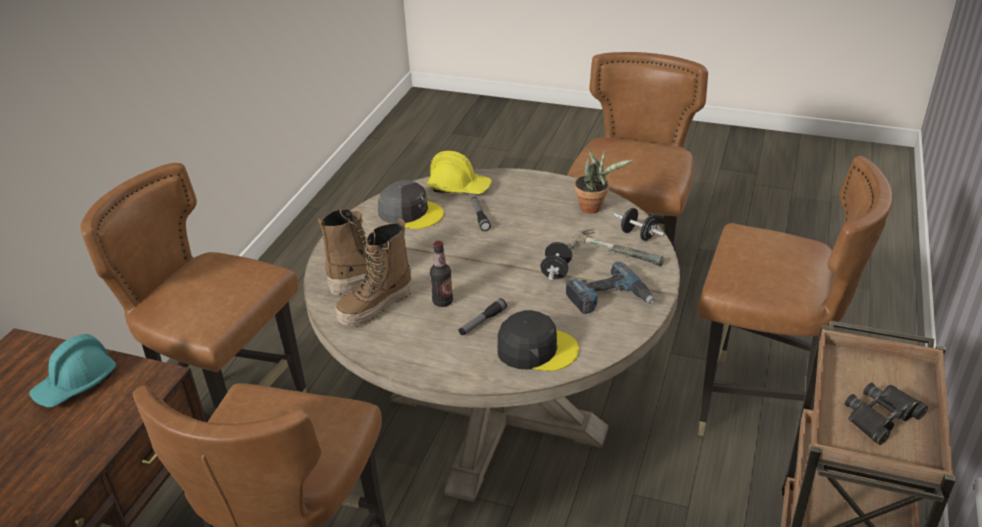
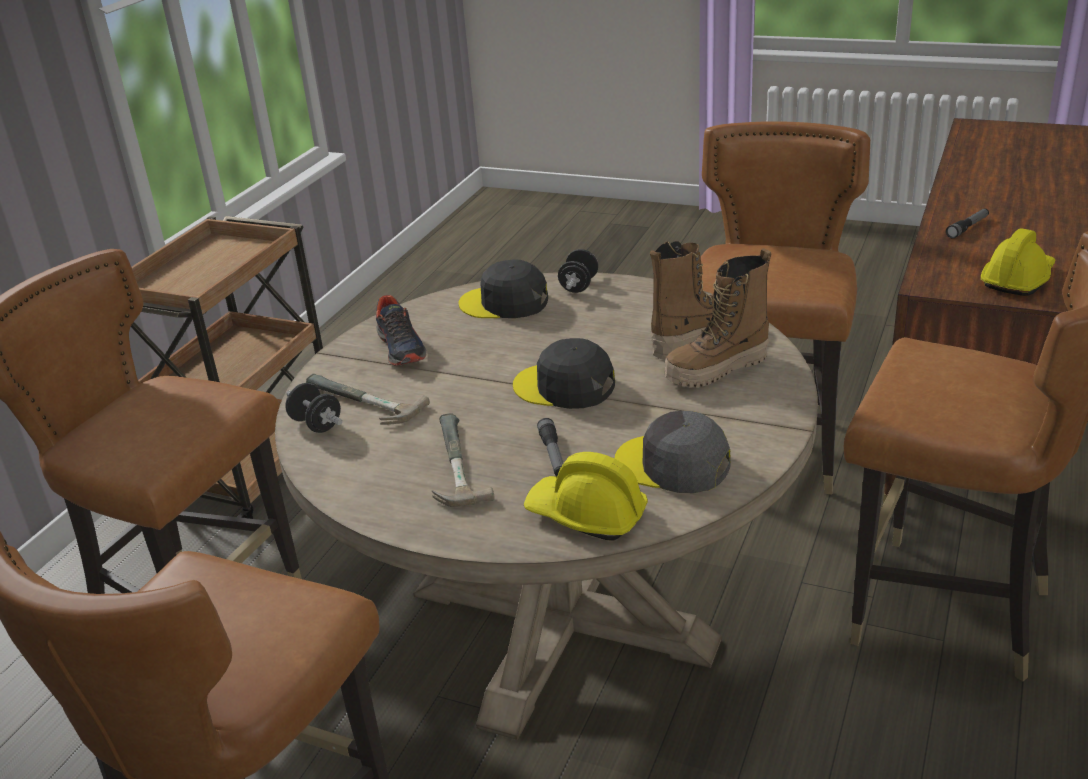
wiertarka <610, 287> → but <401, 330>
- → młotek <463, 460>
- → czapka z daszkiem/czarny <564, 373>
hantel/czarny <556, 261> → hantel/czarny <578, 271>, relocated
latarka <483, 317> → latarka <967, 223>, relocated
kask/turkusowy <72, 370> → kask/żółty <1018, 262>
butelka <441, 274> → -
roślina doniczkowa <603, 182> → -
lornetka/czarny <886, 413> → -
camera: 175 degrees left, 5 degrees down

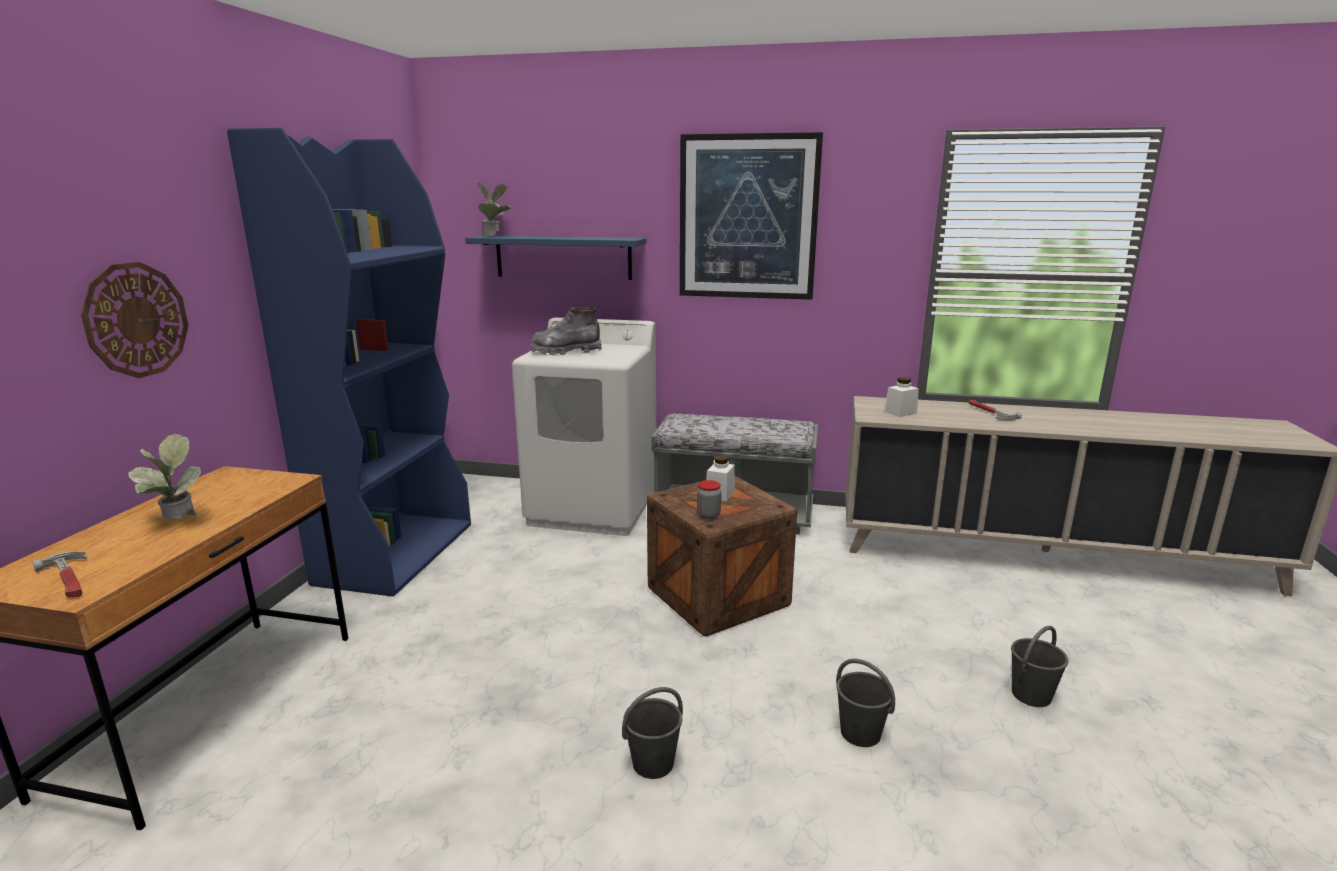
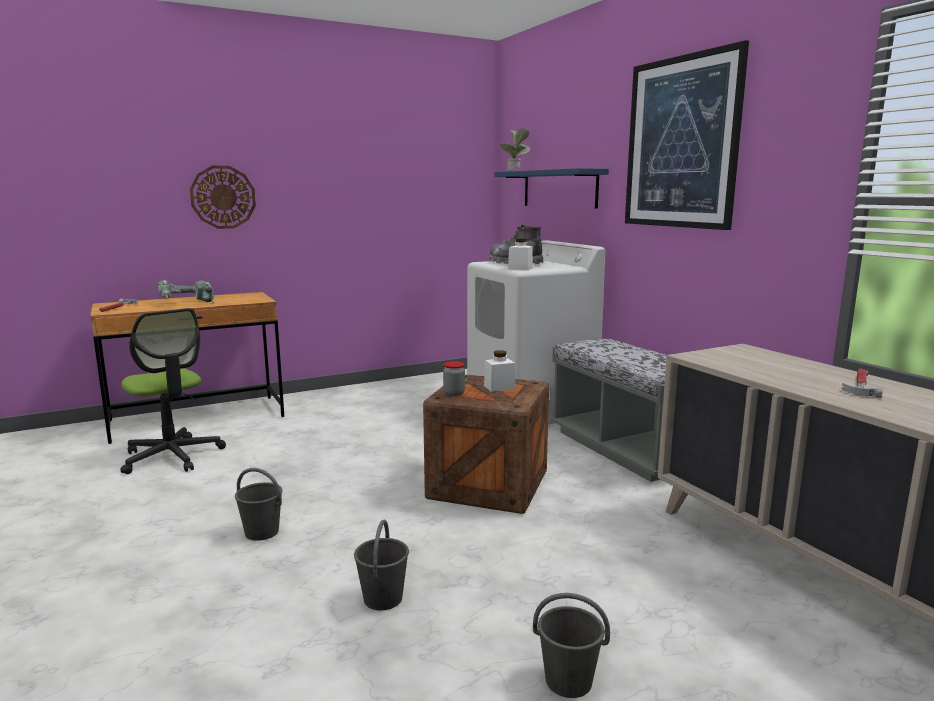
- → krzesło biurowe <173, 391>
roślina doniczkowa <165, 477> → wiertarka <186, 291>
słoik/biały <901, 397> → słoik/biały <520, 254>, relocated
regał/niebieski <349, 362> → -
camera: 50 degrees right, 5 degrees down

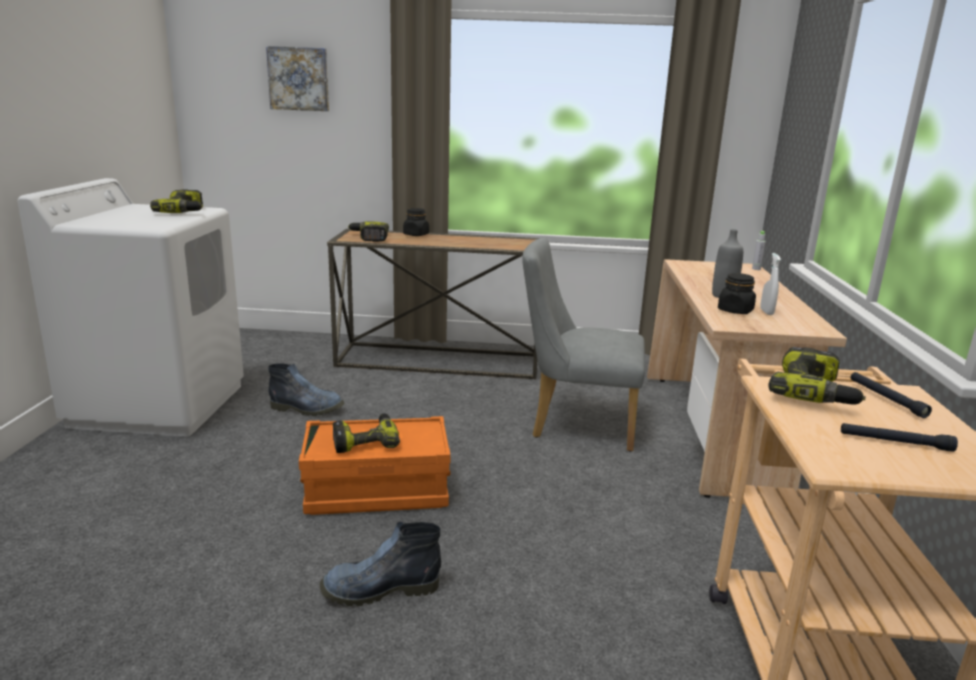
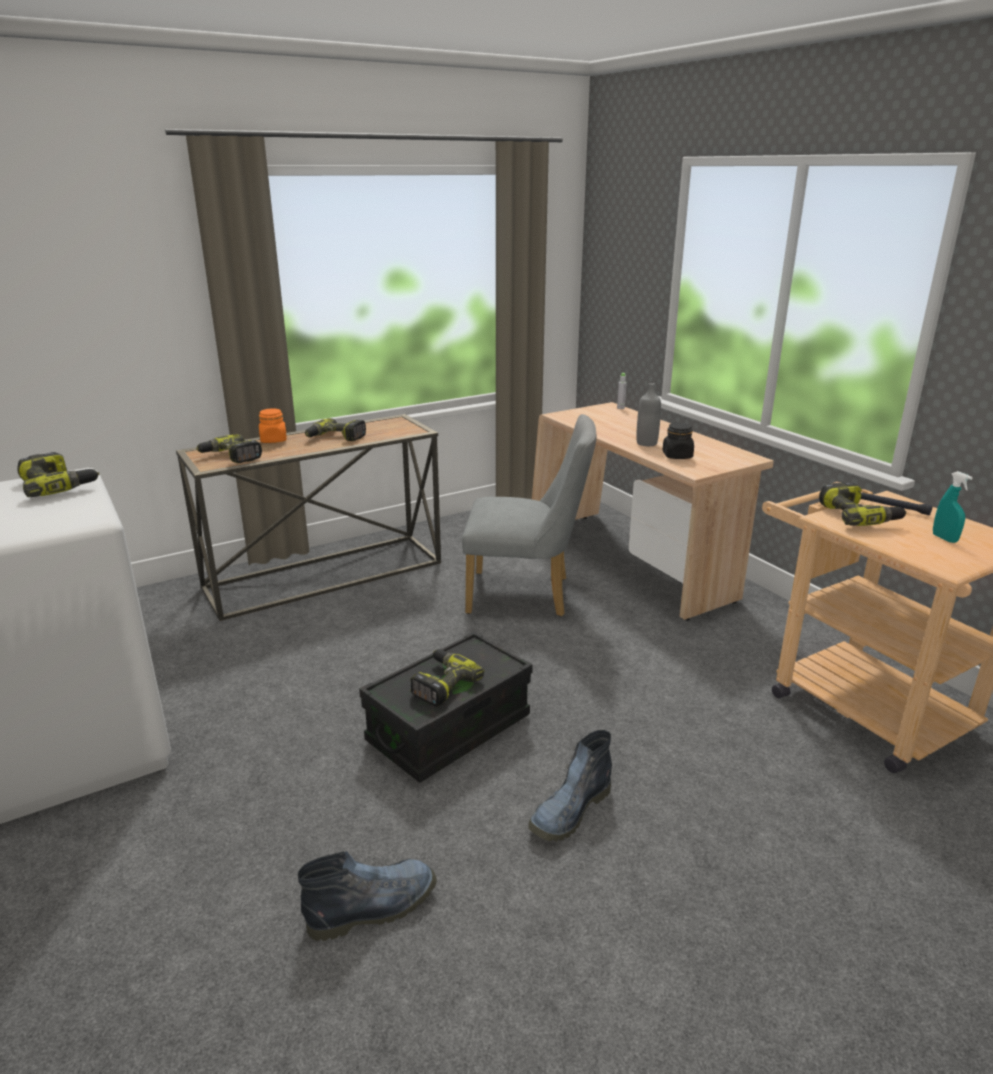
słoik/czarny <416, 222> → słoik/pomarańczowy <273, 425>
but z cholewką <306, 389> → but z cholewką <367, 896>, relocated
- → wiertarka <335, 429>
pojemnik do przechowywania/pomarańczowy <375, 465> → pojemnik do przechowywania/czarny <446, 707>
krzesło/szary <583, 344> → krzesło/szary <529, 515>, 150 degrees counterclockwise
latarka/czarny <899, 437> → spryskiwacz/turkusowy <953, 507>
obraz <297, 78> → -
spryskiwacz/biały <770, 284> → -
camera: 35 degrees left, 5 degrees up

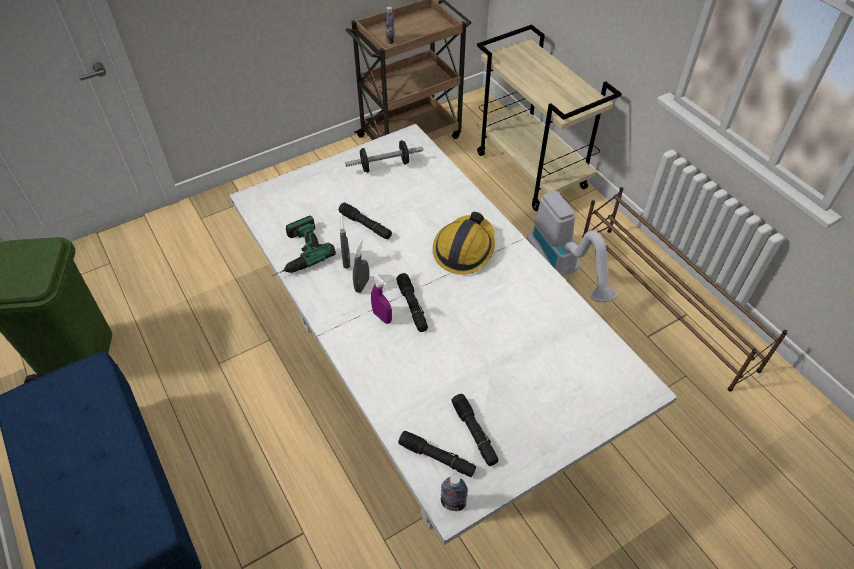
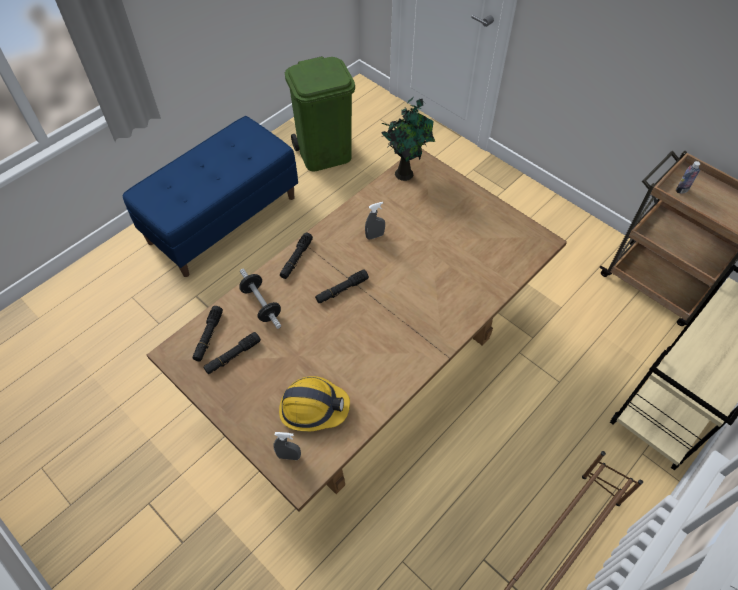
stół jadalny/biały <453, 334> → stół jadalny/brązowy <357, 330>
hantel <384, 156> → hantel <260, 299>, relocated
spryskiwacz/szary <361, 266> → spryskiwacz/szary <287, 446>, relocated
kask <464, 243> → kask <314, 404>, relocated
latarka/czarny <365, 221> → latarka/czarny <296, 255>, relocated
- → roślina doniczkowa <408, 139>
wiertarka <304, 245> → -
spryskiwacz/fioletowy <381, 299> → -
butelka <454, 492> → -
odkurzacz <571, 246> → -
camera: 75 degrees right, 5 degrees up

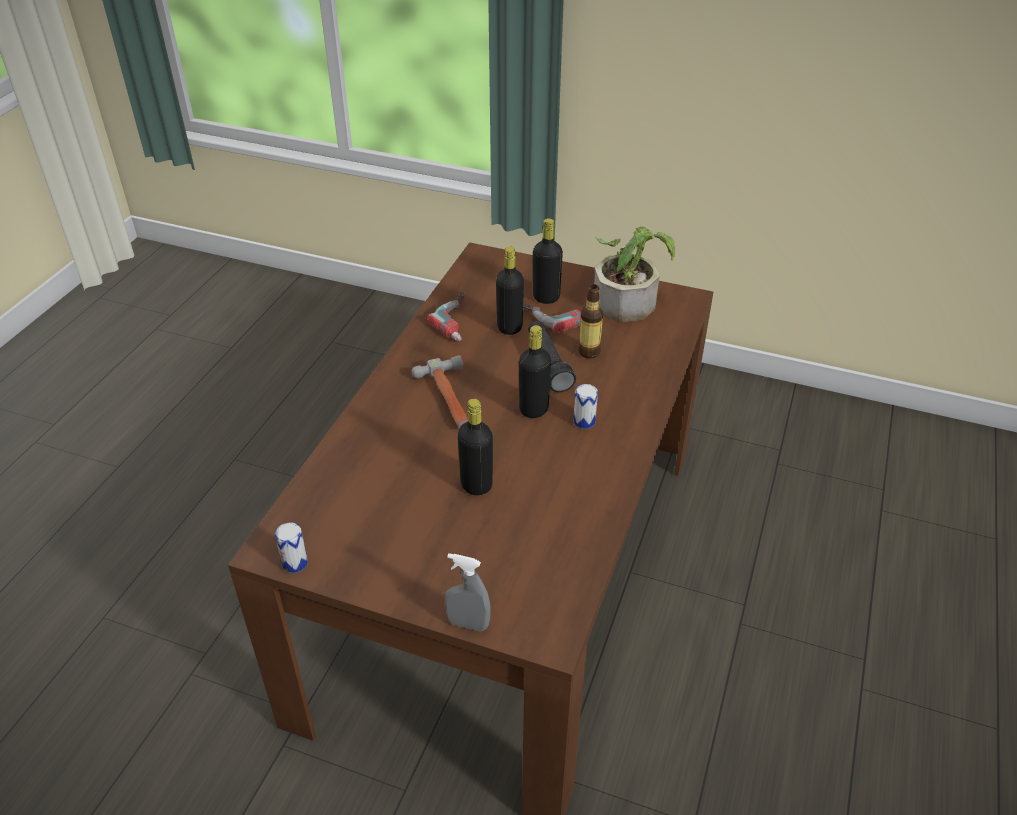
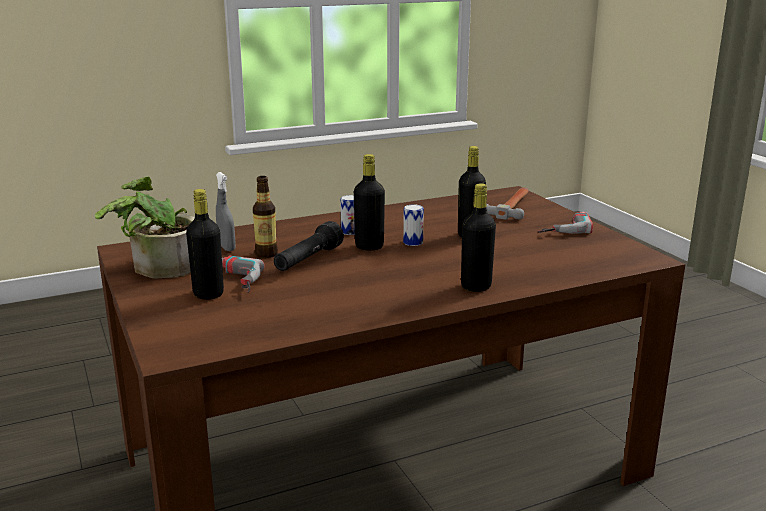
spryskiwacz/szary <468, 592> → spryskiwacz/szary <225, 211>, relocated
puszka <291, 547> → puszka <413, 225>, relocated
butelka/czarny <510, 291> → butelka/czarny <478, 237>, relocated
młotek <440, 392> → młotek <507, 203>, relocated
wiertarka <446, 316> → wiertarka <565, 222>, relocated
camera: 135 degrees left, 20 degrees down

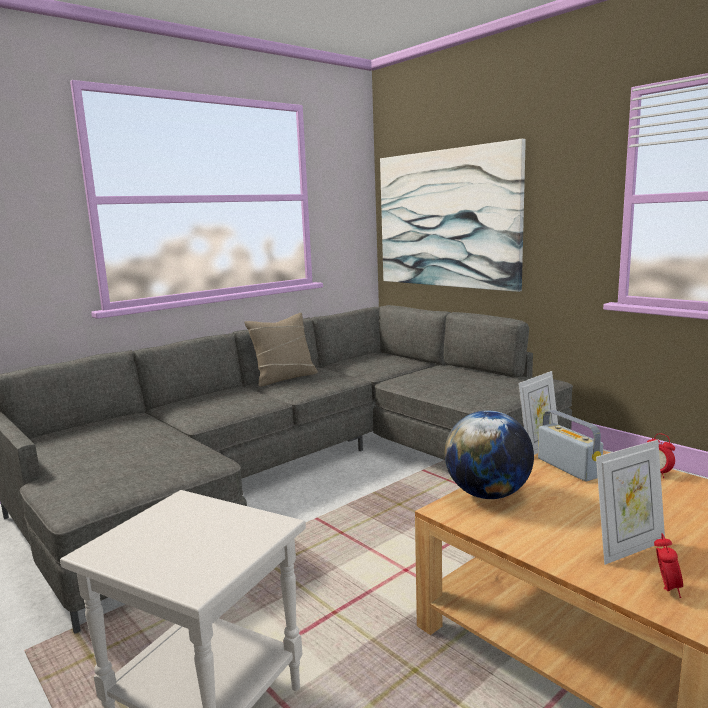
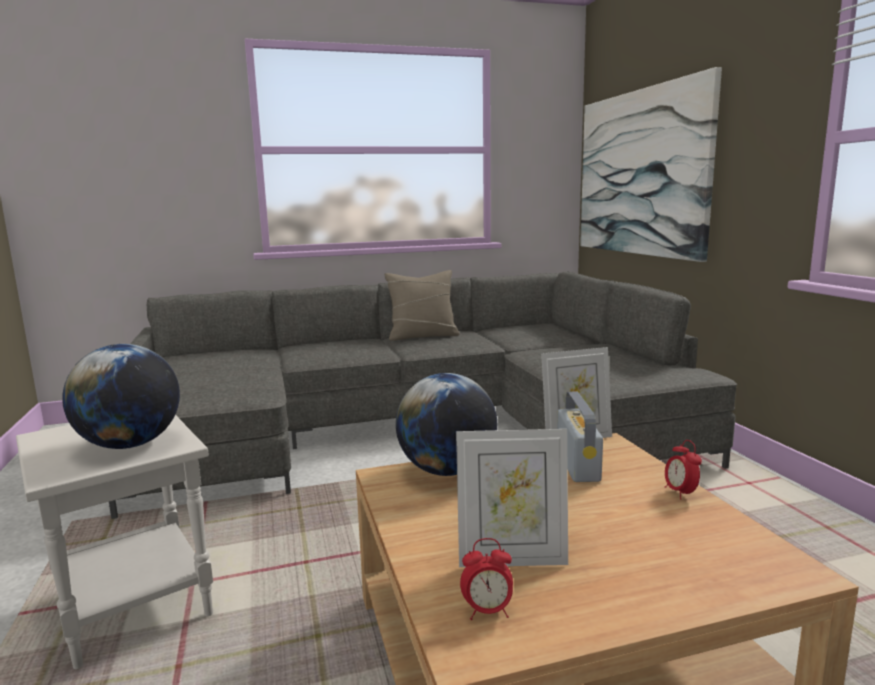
- → globus <121, 396>
budzik <668, 565> → budzik <486, 579>, 45 degrees clockwise
camera: 25 degrees right, 0 degrees up

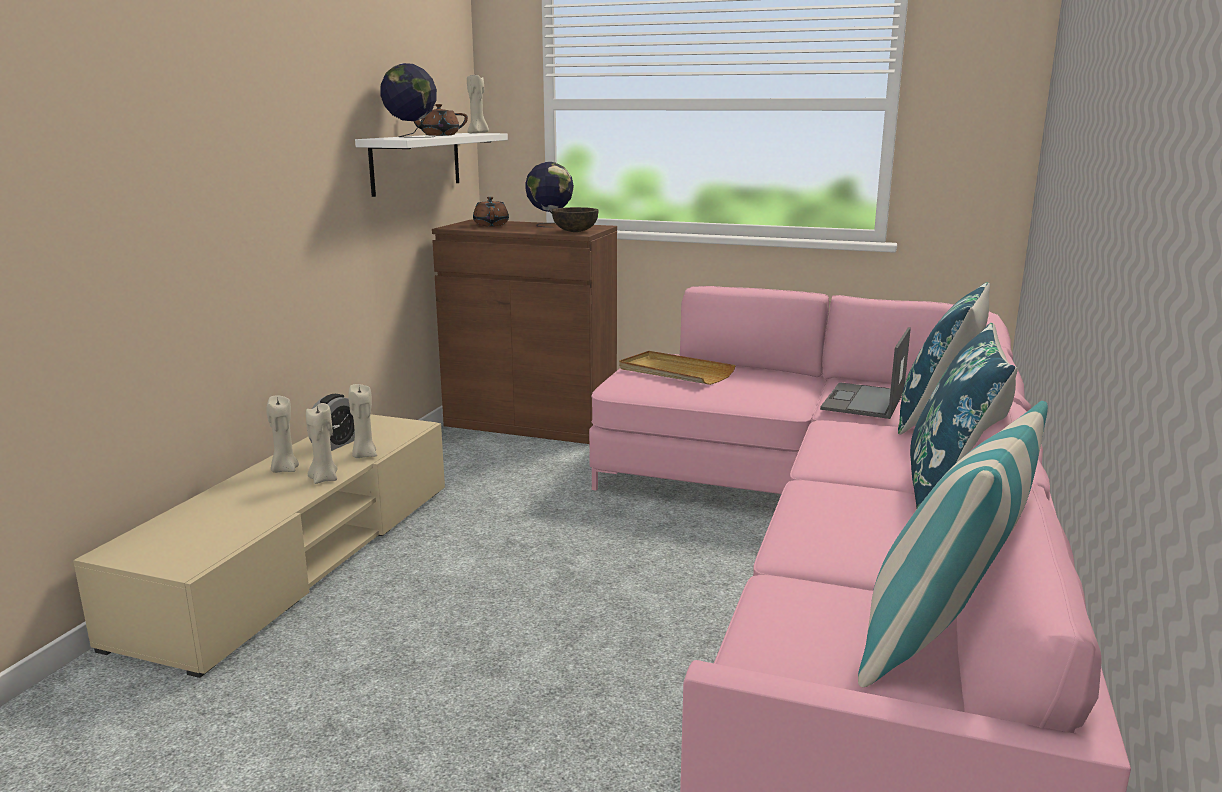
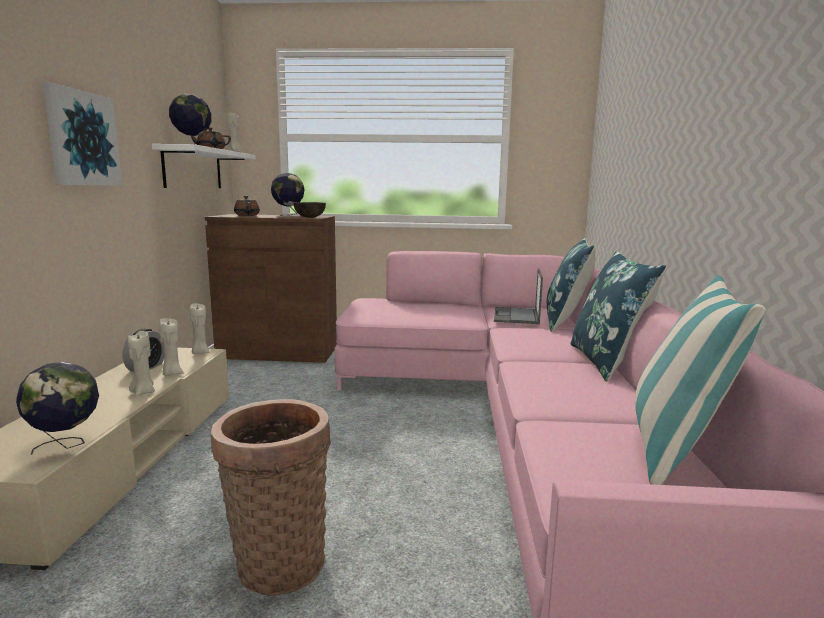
- → globus <57, 408>
- → obraz <82, 134>
świeca/beżowy <282, 434> → świeca/beżowy <199, 329>, relocated
- → koszyk <271, 497>
taca/beżowy <677, 368> → -
camera: 15 degrees left, 5 degrees down

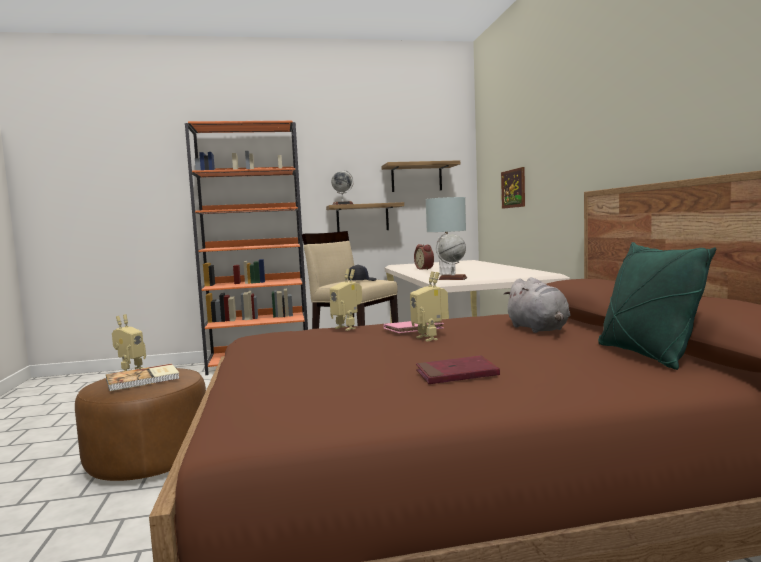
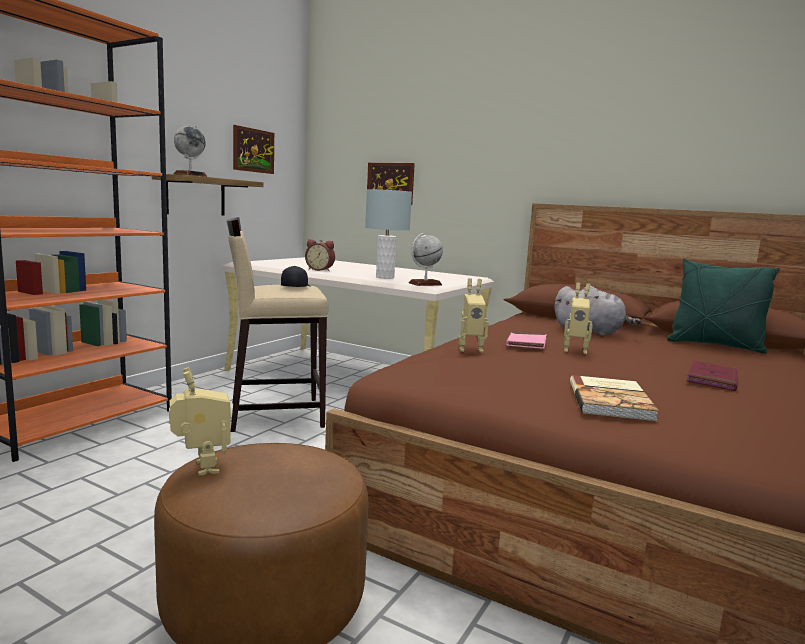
półka <420, 176> → obraz <253, 149>
książka <143, 377> → książka <614, 398>, relocated
camera: 50 degrees left, 5 degrees up

